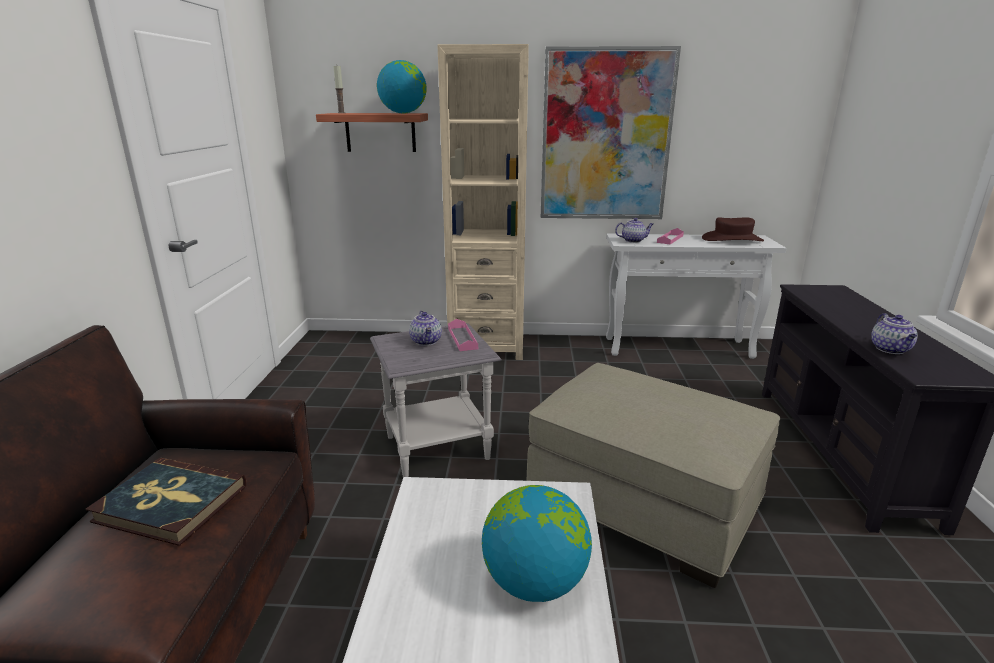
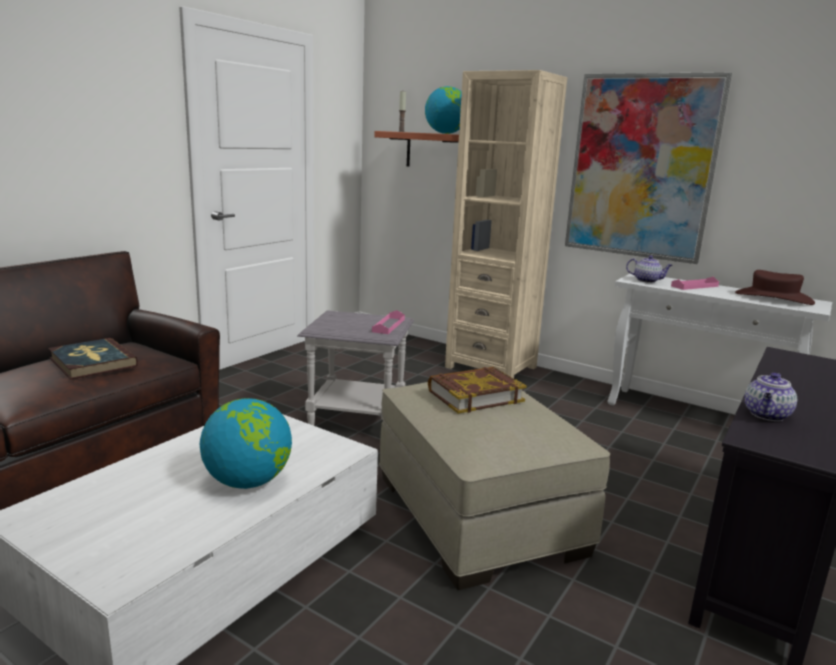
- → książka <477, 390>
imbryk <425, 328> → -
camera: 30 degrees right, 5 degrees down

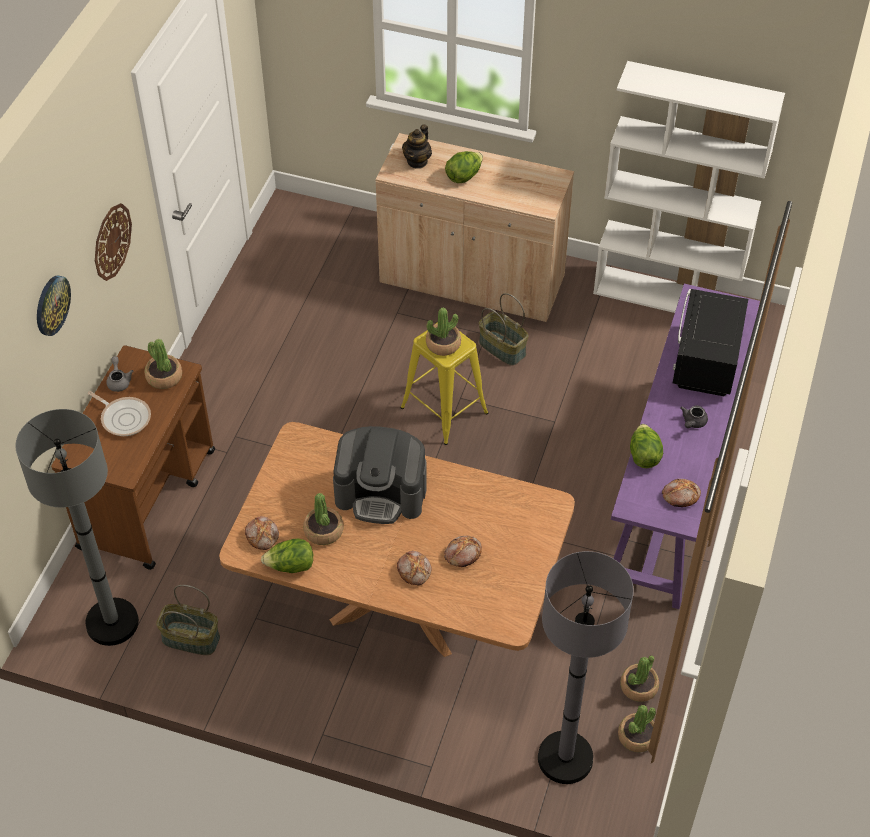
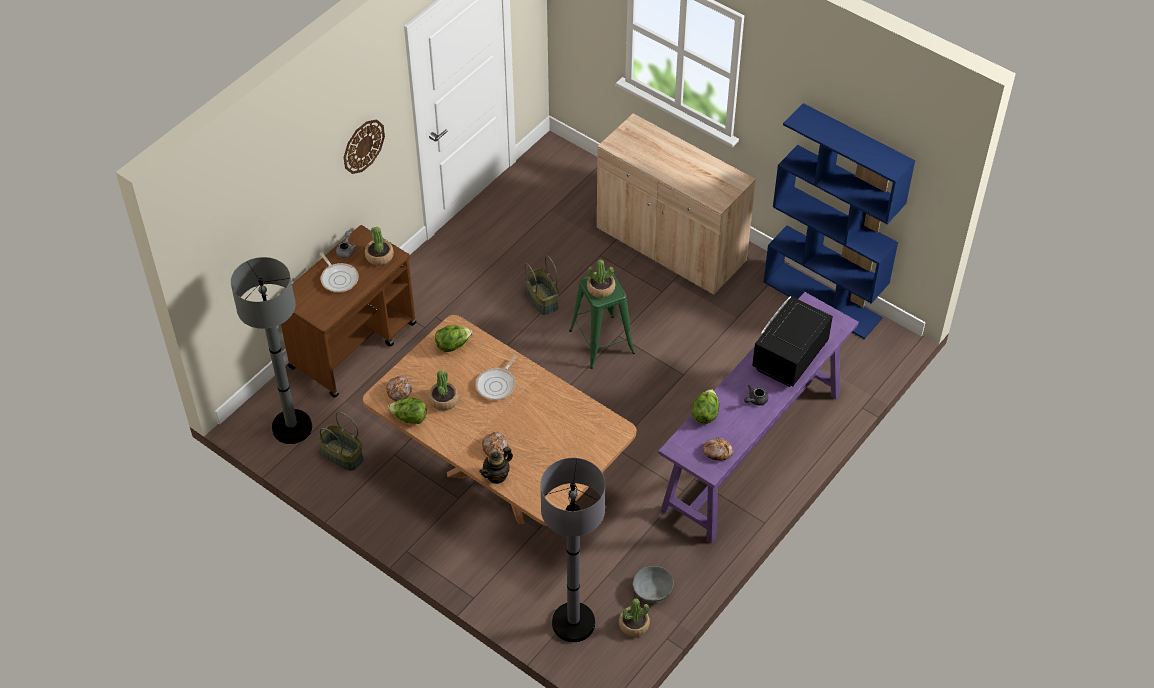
sałata <464, 167> → sałata <453, 338>, relocated
ekspres do kawy <380, 475> → patelnia <496, 377>
imbryk <417, 146> → imbryk <496, 465>, relocated
koszyk <504, 329> → koszyk <542, 285>, relocated
stołek/żółty <444, 383> → stołek/zielony <602, 319>
roślina doniczkowa <639, 678> → miska/szary <653, 584>
regał/biały <689, 187> → regał/niebieski <839, 221>
zegar ścienny <54, 305> → -
chleb <463, 551> → -
camera: 20 degrees right, 0 degrees up

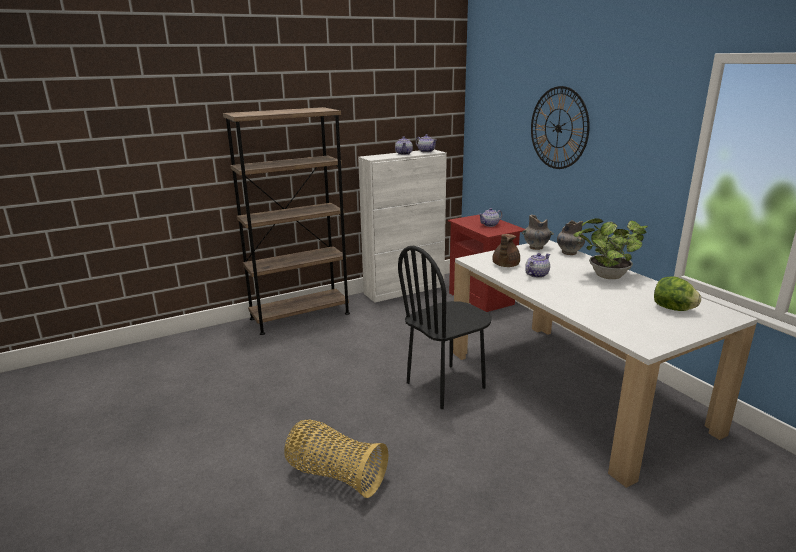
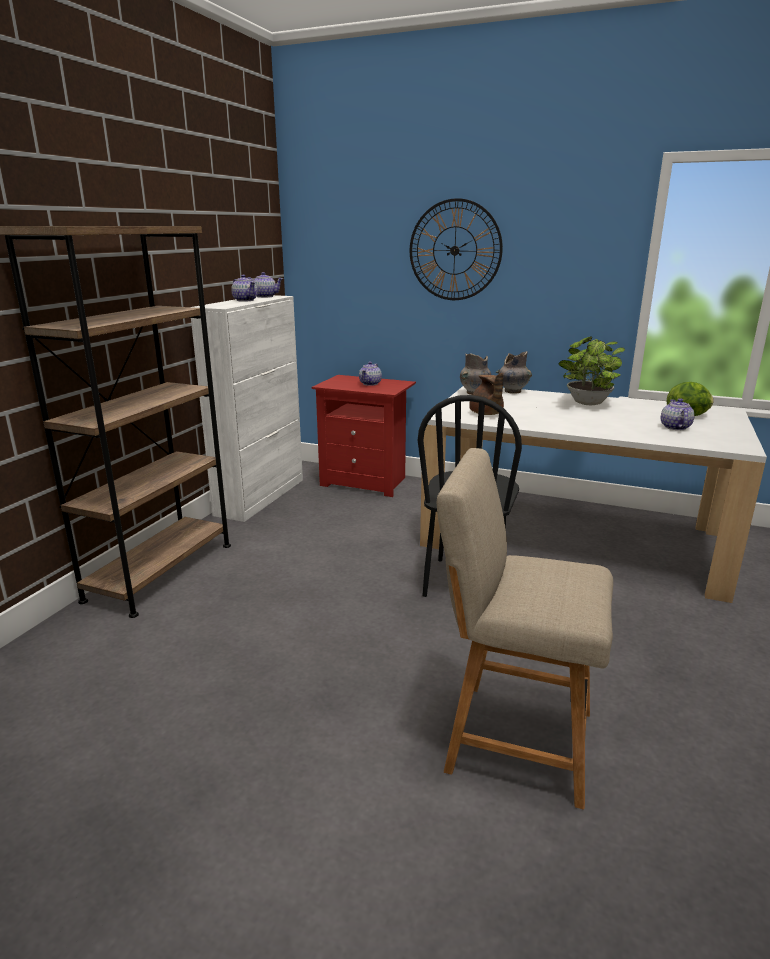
koszyk <336, 458> → krzesło/beżowy <525, 628>
imbryk <537, 265> → imbryk <678, 414>, relocated
camera: 40 degrees left, 0 degrees up

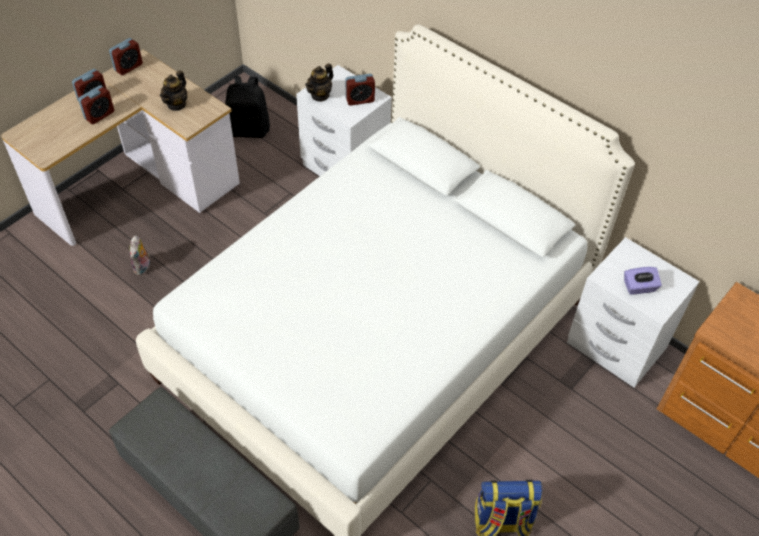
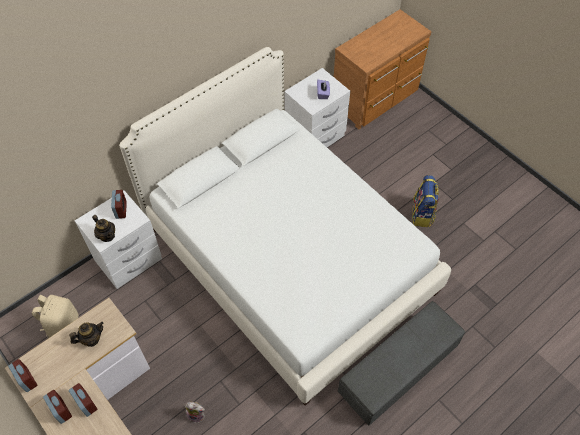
plecak/czarny <247, 107> → plecak/beżowy <55, 316>
imbryk <174, 91> → imbryk <86, 334>, 60 degrees counterclockwise
camera: 80 degrees left, 5 degrees up

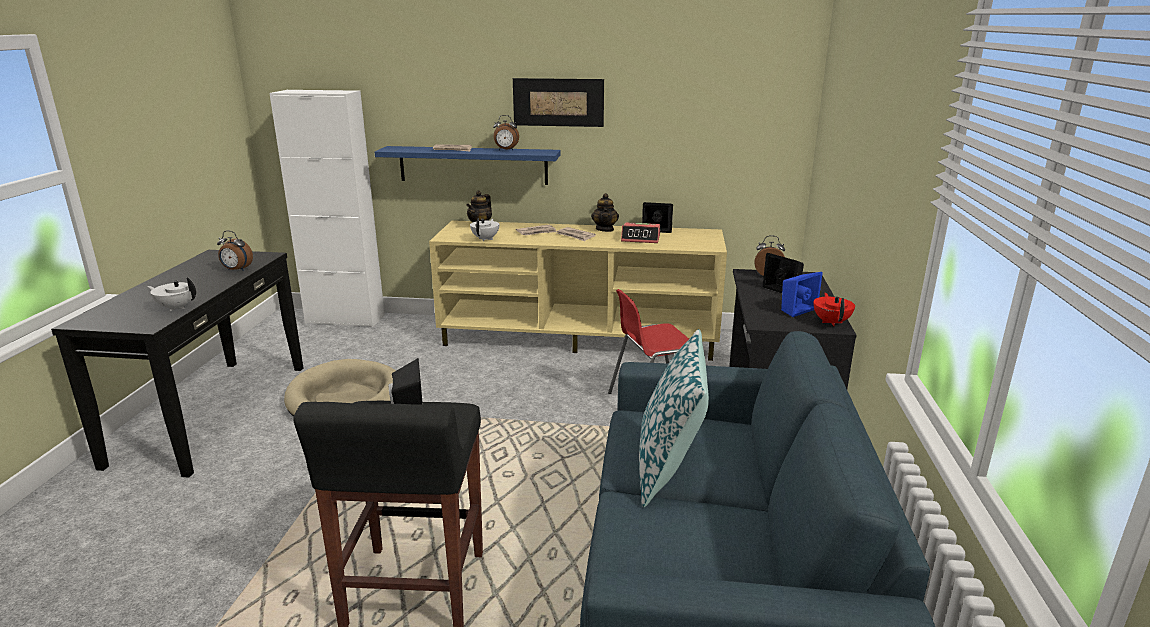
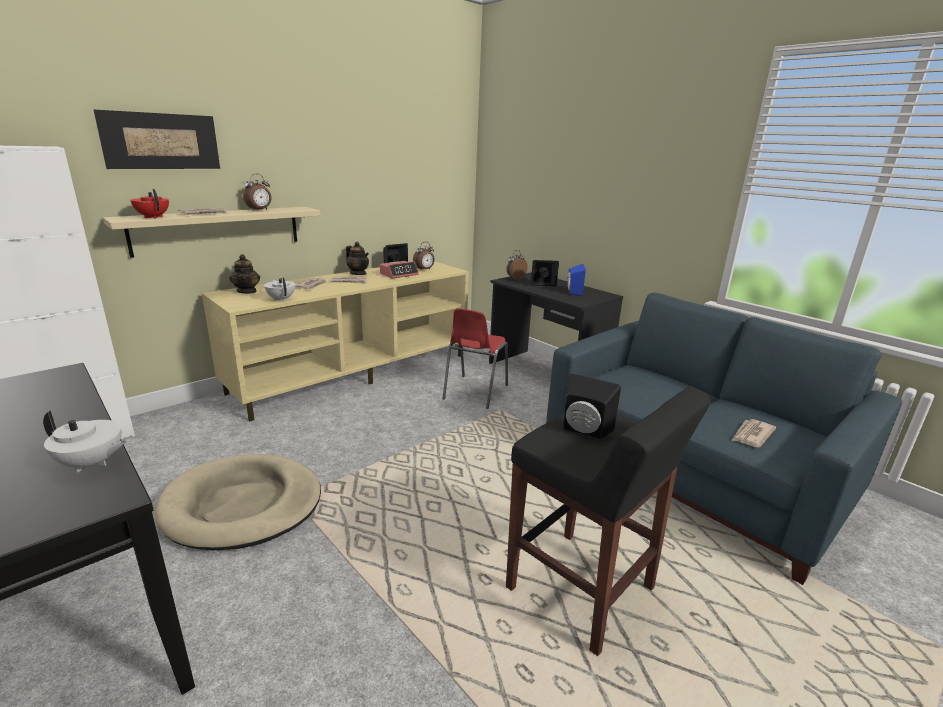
imbryk/biały <171, 294> → imbryk/biały <85, 442>, 135 degrees counterclockwise
obraz <558, 102> → obraz <156, 139>, relocated
półka/niebieski <468, 165> → półka/beżowy <212, 232>
imbryk/czerwony <834, 309> → imbryk/czerwony <149, 204>, relocated
budzik <235, 251> → budzik <424, 256>, relocated
- → gazeta <753, 433>
poduszka <674, 418> → -
camera: 50 degrees left, 0 degrees up

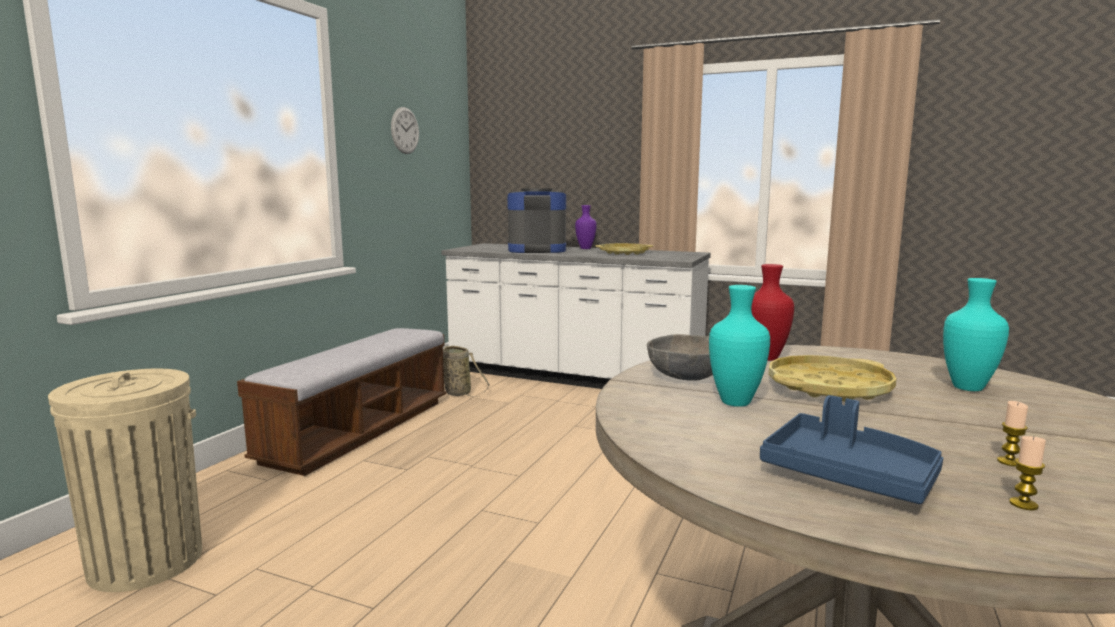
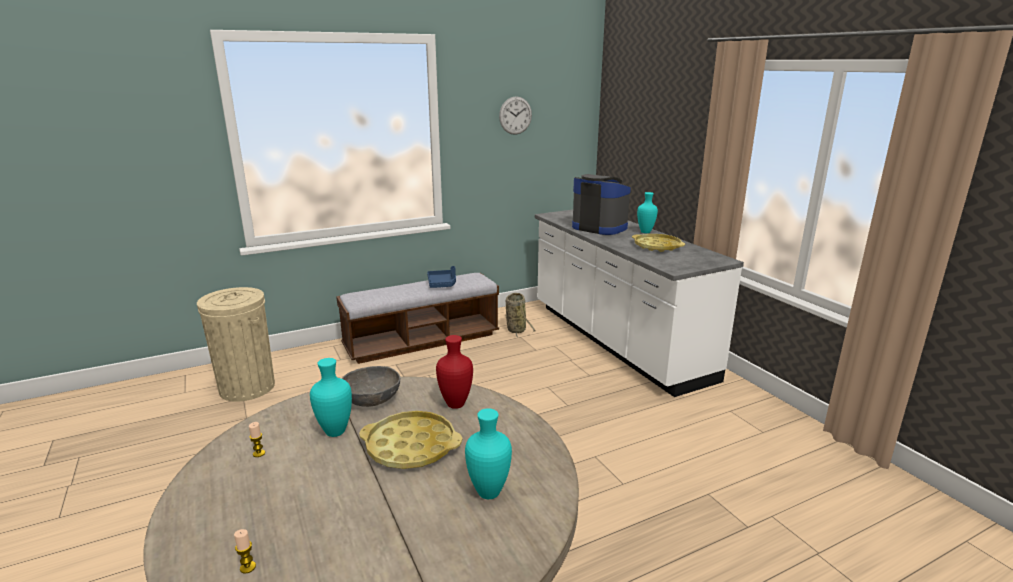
świeca <1012, 434> → świeca <257, 439>, relocated
taca/niebieski <851, 449> → taca/niebieski <441, 277>, relocated
wazon/fioletowy <586, 227> → wazon/turkusowy <647, 212>
camera: 40 degrees right, 10 degrees up

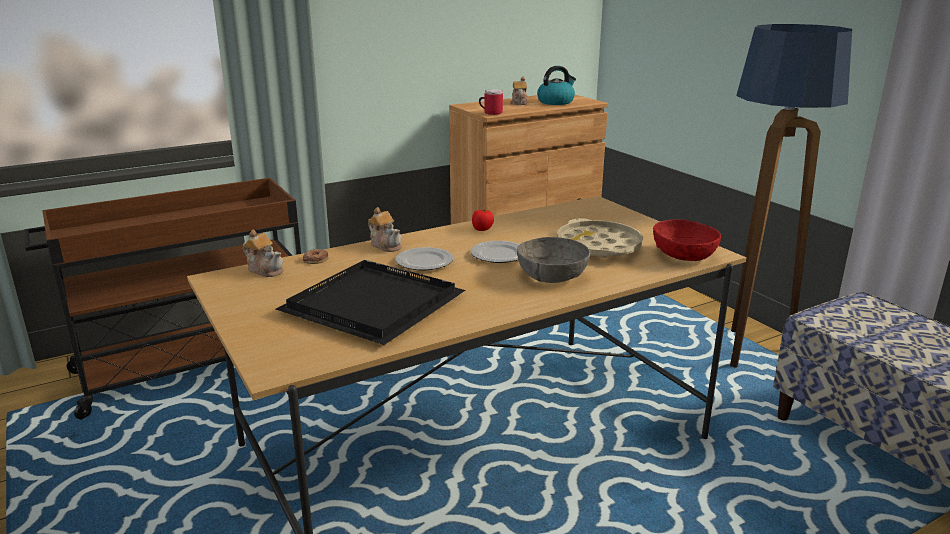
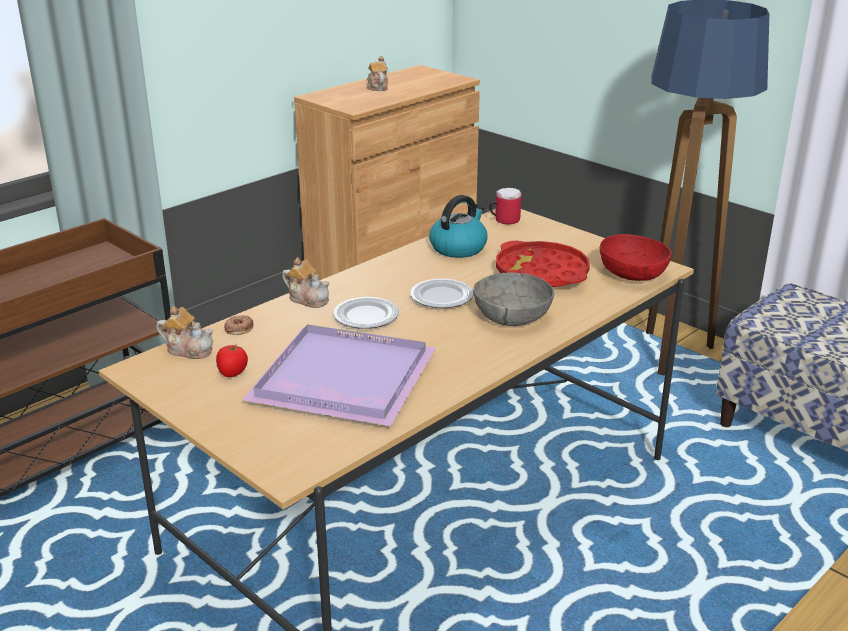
pomidor <483, 220> → pomidor <232, 361>, relocated
taca/czarny <371, 302> → taca/fioletowy <339, 375>
czajnik <556, 85> → czajnik <458, 226>, relocated
kubek <491, 102> → kubek <505, 206>, relocated
taca/beżowy <600, 238> → taca/czerwony <543, 264>
camera: 15 degrees left, 5 degrees up

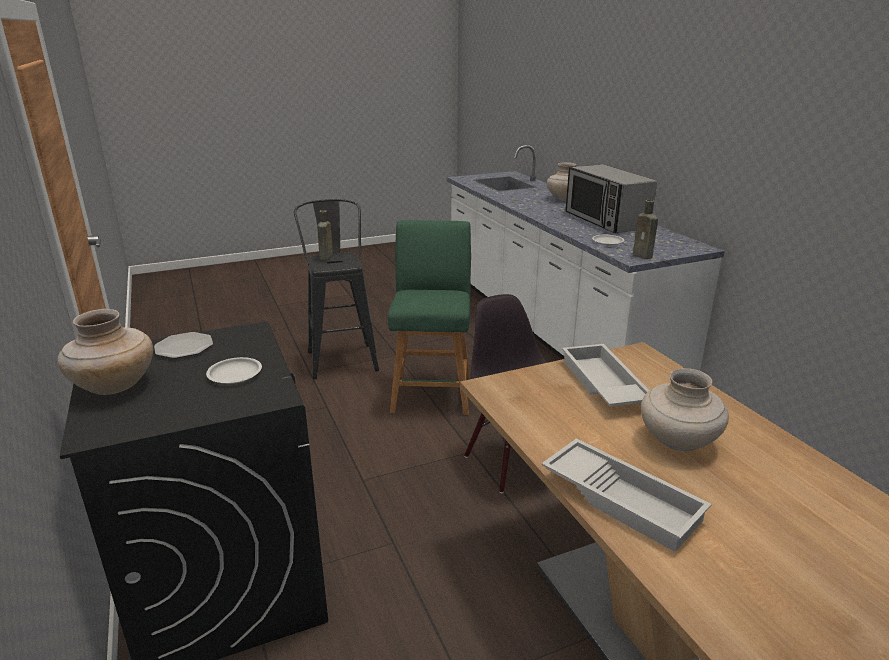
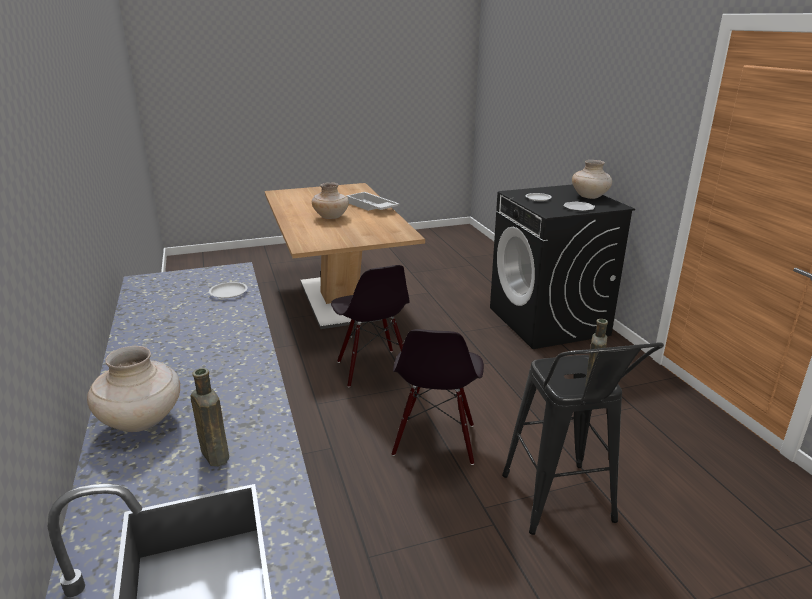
butelka/brązowy <645, 229> → butelka/brązowy <210, 417>, relocated
stołek/zielony <429, 317> → krzesło/czarny <438, 397>
taca/biały <606, 375> → -
mikrofalówka <611, 198> → -
camera: 175 degrees left, 0 degrees up

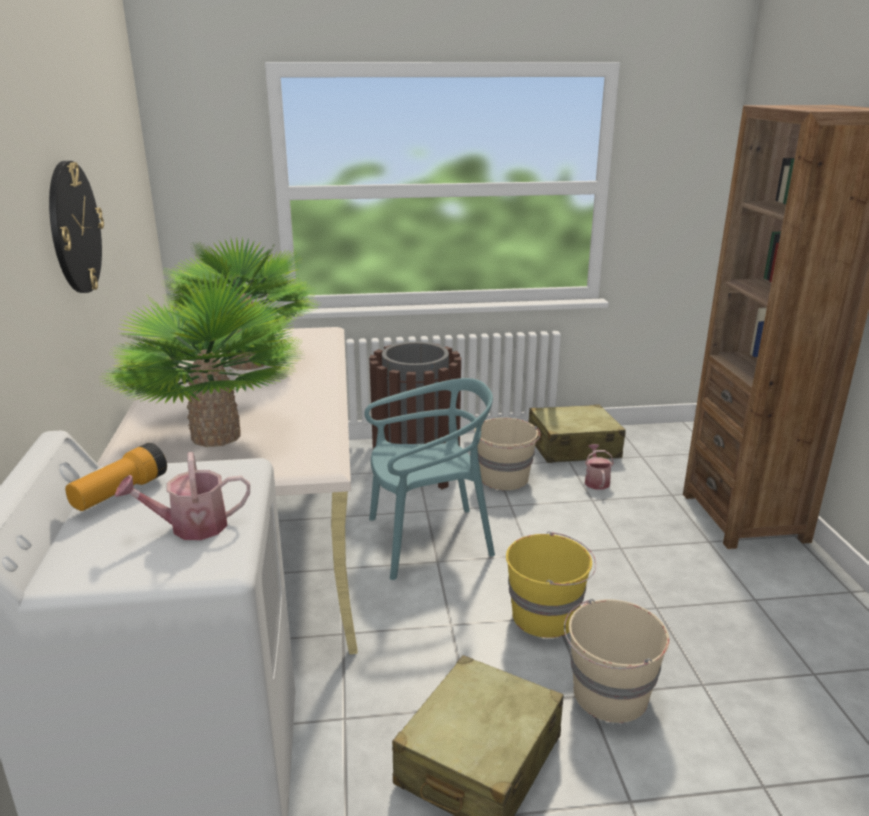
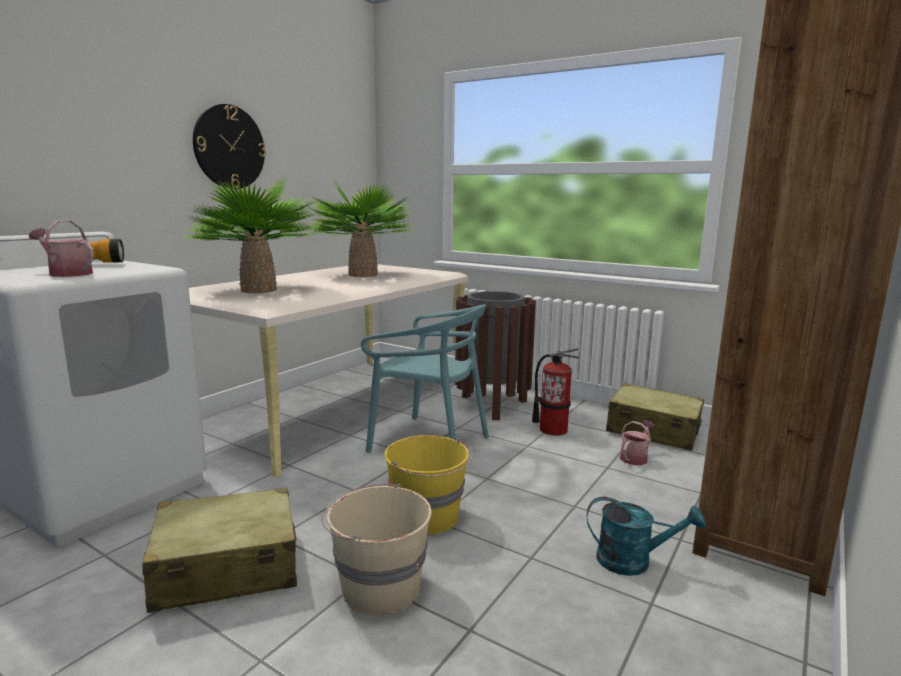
wiadro/beżowy <507, 454> → gaśnica <555, 392>
- → konewka/turkusowy <646, 536>
camera: 40 degrees right, 10 degrees down

